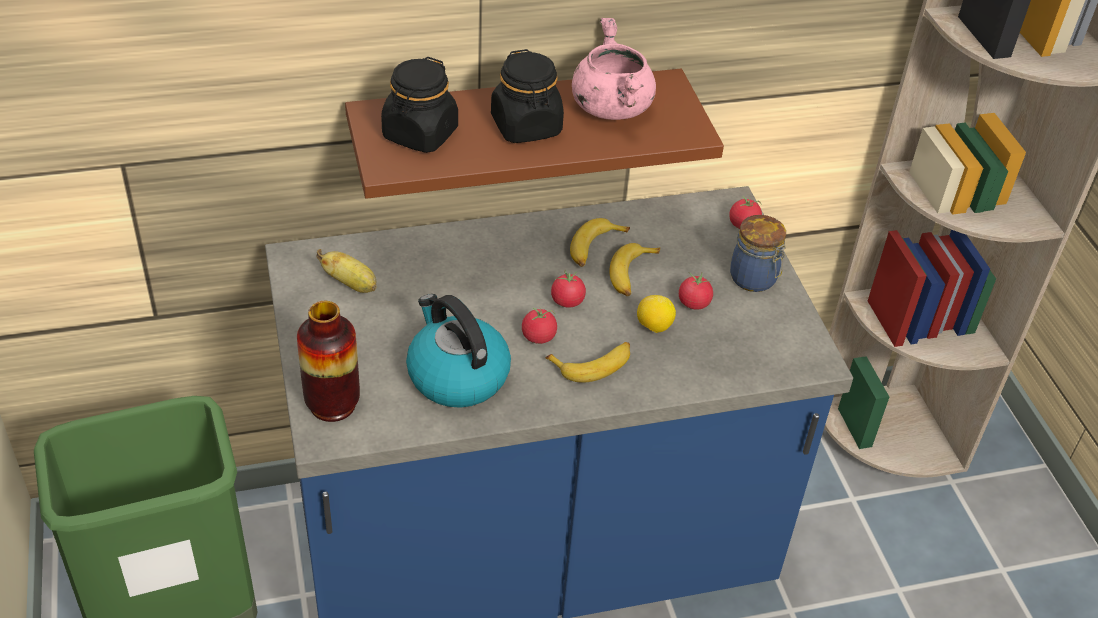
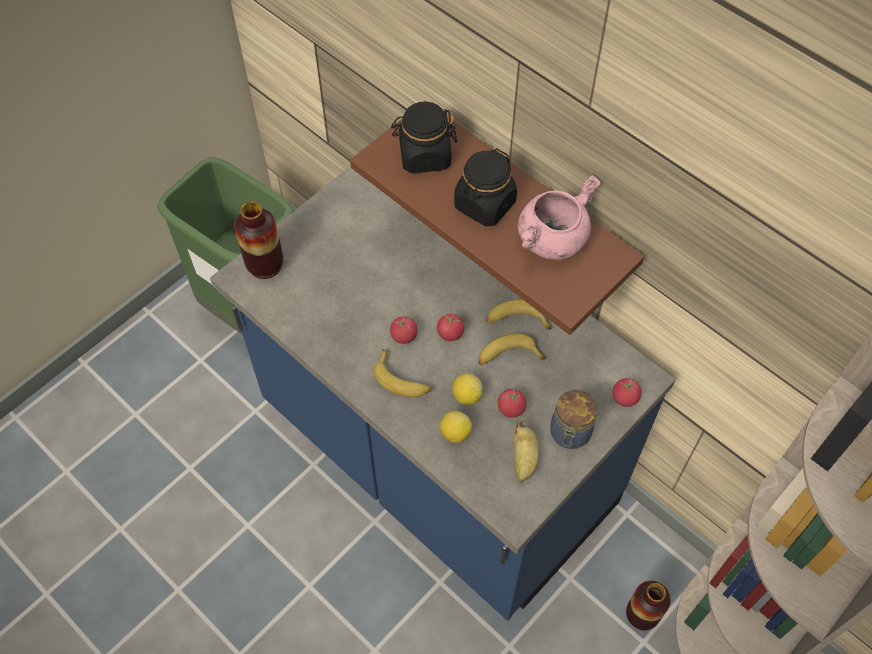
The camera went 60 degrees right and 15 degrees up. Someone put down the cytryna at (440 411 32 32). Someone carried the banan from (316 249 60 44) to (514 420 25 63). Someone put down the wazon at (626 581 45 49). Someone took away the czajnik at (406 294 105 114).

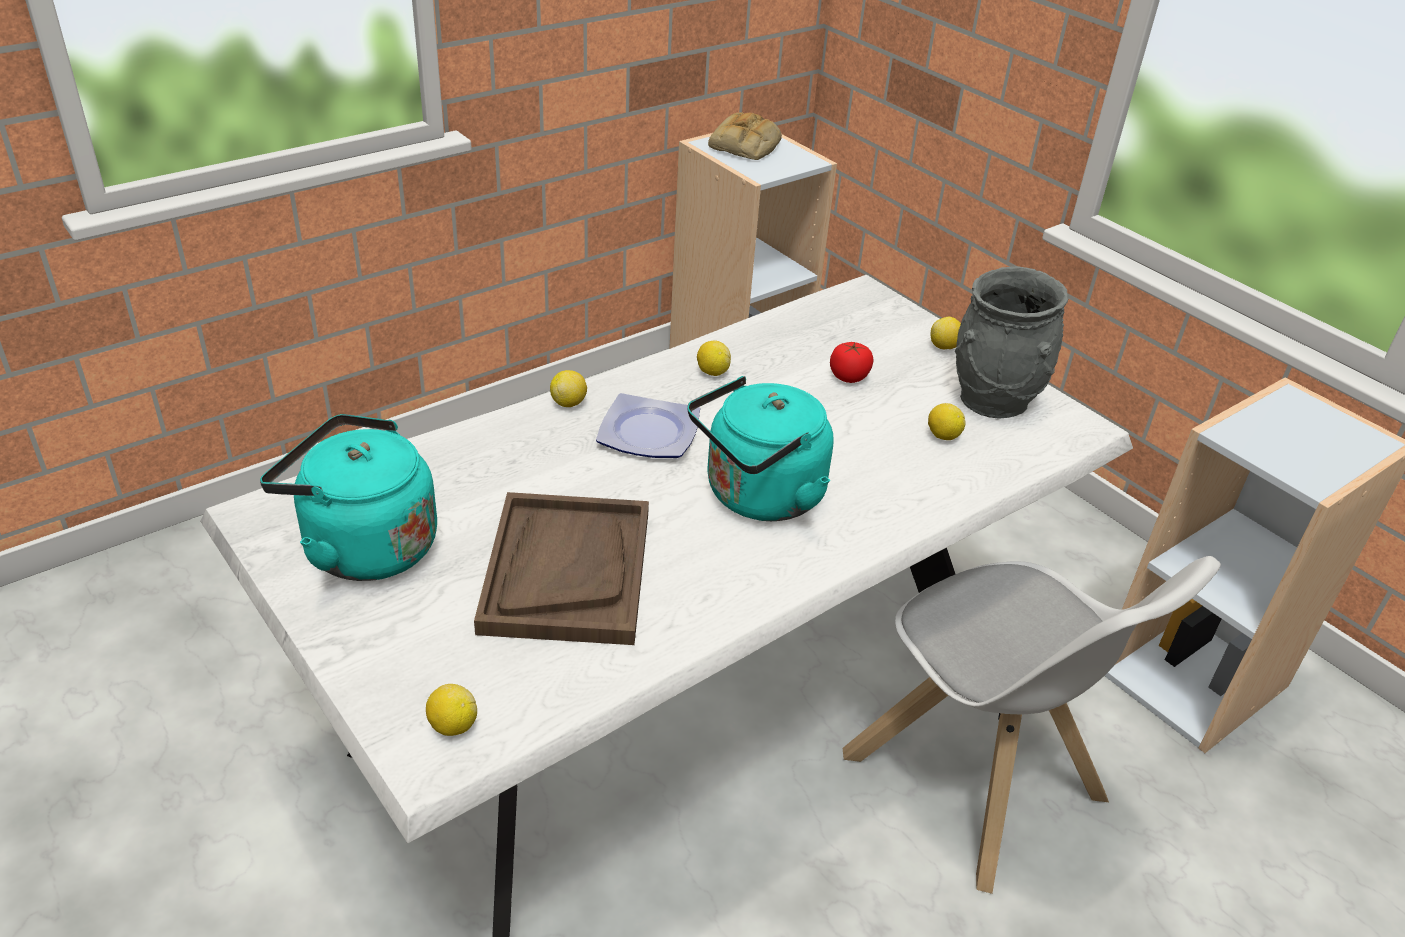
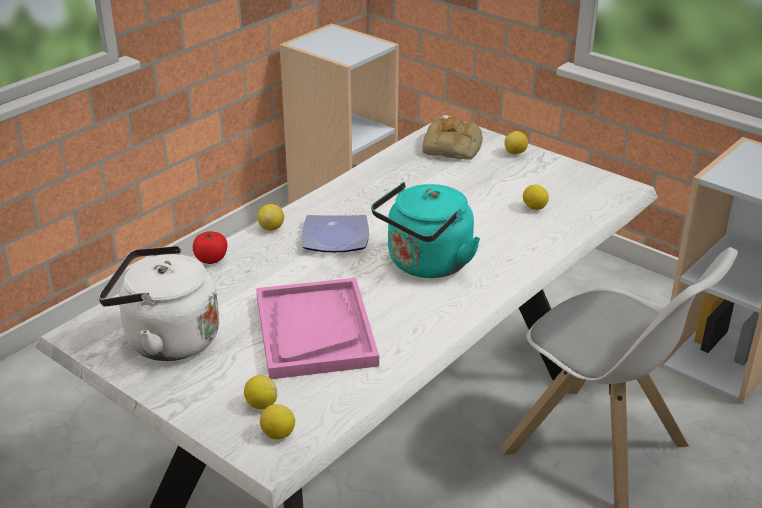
The camera went 10 degrees left and 5 degrees down. Someone repainted the czajnik/turkusowy at (260 414 177 167), which became the czajnik/biały at (99 246 120 115). Someone carried the pomidor from (830 342 43 41) to (193 231 34 33). Someone carried the cytryna from (697 341 34 35) to (244 375 33 34). Someone repainted the taca/brązowy at (474 492 175 153), which became the taca/różowy at (256 278 123 101). Someone carried the chleb from (708 112 74 48) to (423 117 60 43). Someone took away the wazon/szary at (955 266 114 152).

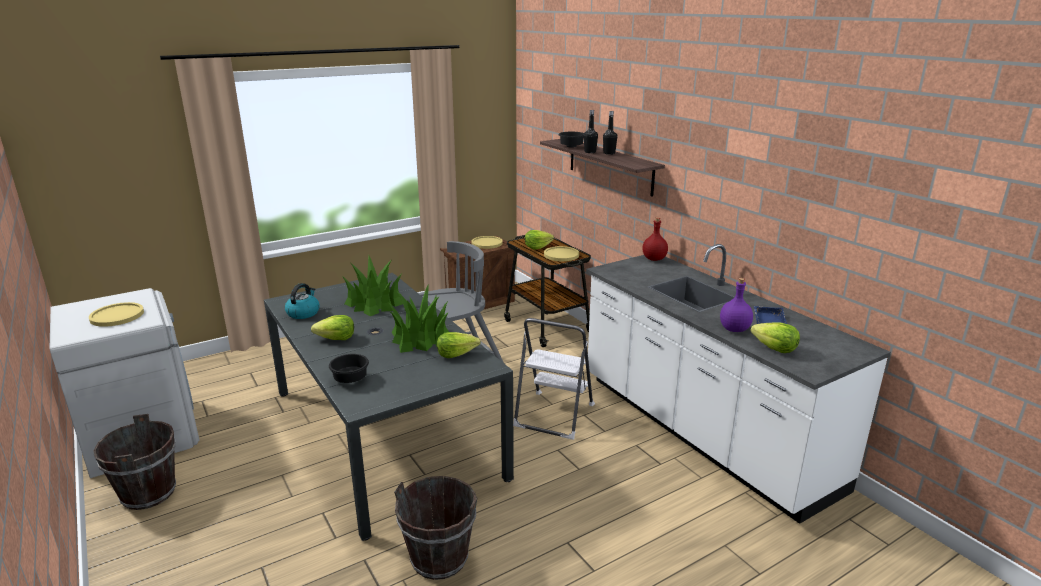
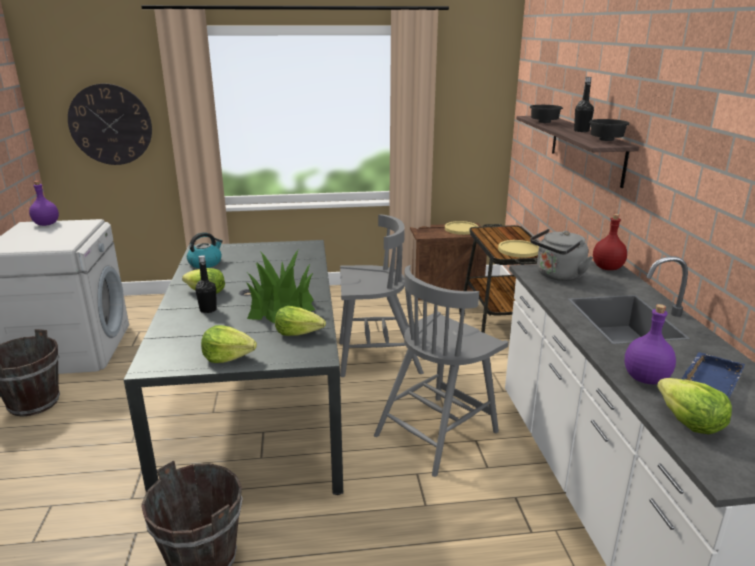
The camera went 25 degrees right and 0 degrees up. Someone put down the butelka/fioletowy at (29 181 30 45). Someone put up the zegar ścienny at (68 84 84 81). Someone carried the butelka/czarny from (584 110 14 43) to (195 255 22 58). Someone carried the sałata from (525 230 29 19) to (201 325 56 38). Someone swapped the drabinka/biały at (513 318 82 122) for the krzesło/szary at (374 265 135 212). Someone put down the czajnik/szary at (530 229 63 52). Someone carried the miska/czarny from (329 354 40 29) to (589 119 40 22). Someone took away the talerz/żółty at (89 302 55 25). Someone took away the roślina doniczkowa at (342 256 61 60).

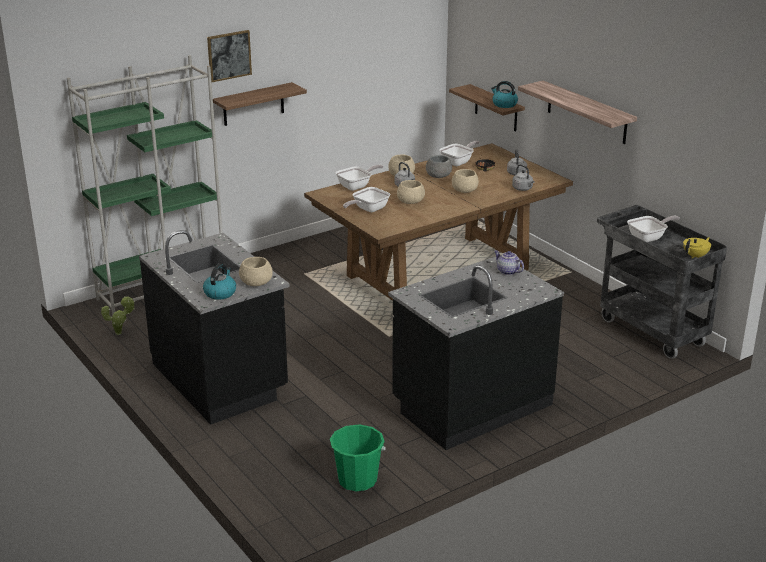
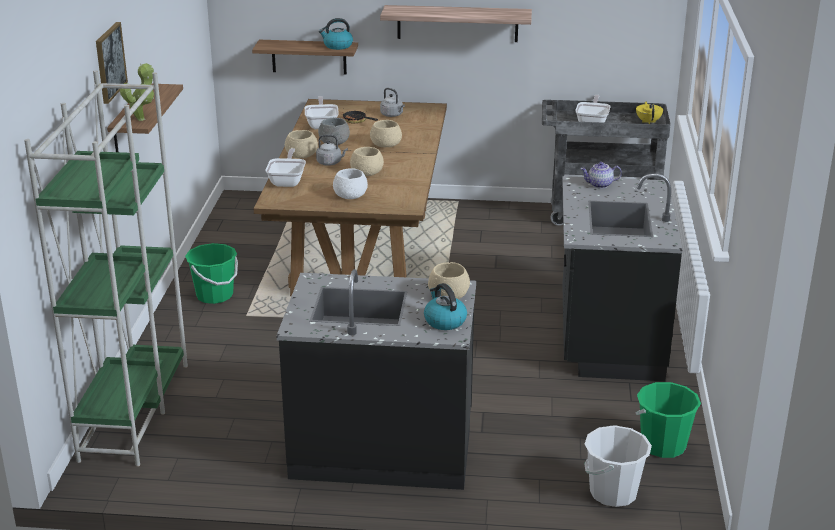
The camera went 50 degrees left and 0 degrees up. Someone carried the roślina doniczkowa from (101 296 34 39) to (120 63 34 58). Someone put down the wiadro/zielony at (185 243 53 61). Someone swapped the patelnia at (343 187 47 25) for the miska/biały at (333 168 35 31). Someone put down the wiadro/biały at (584 425 68 82). Someone took away the czajnik/szary at (512 164 23 27).

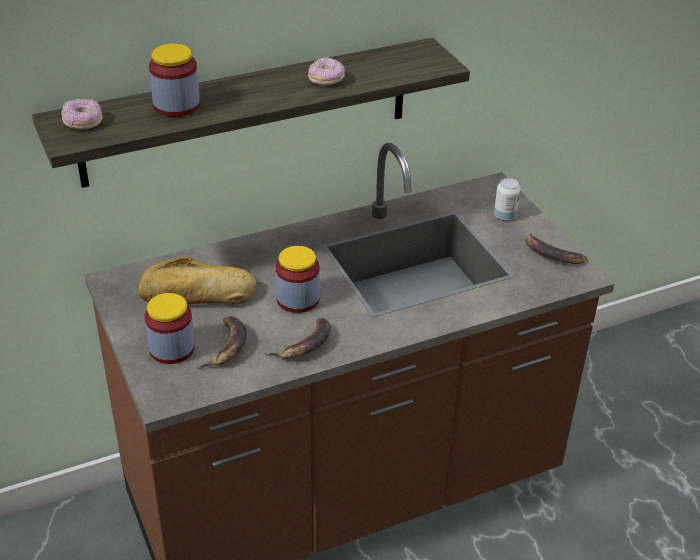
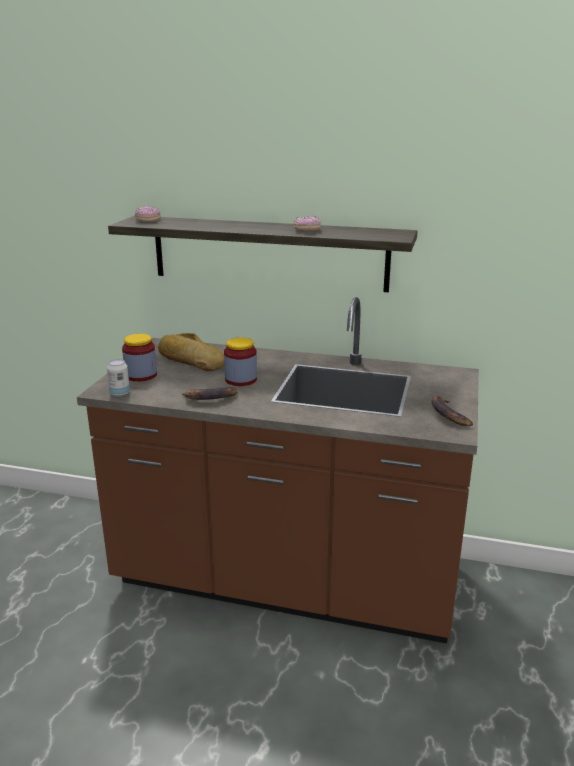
The camera went 40 degrees right and 15 degrees down. Someone carried the puszka from (494 178 26 43) to (107 359 23 38). Someone took away the słoik at (149 43 51 74). Someone took away the banan at (197 316 50 53).

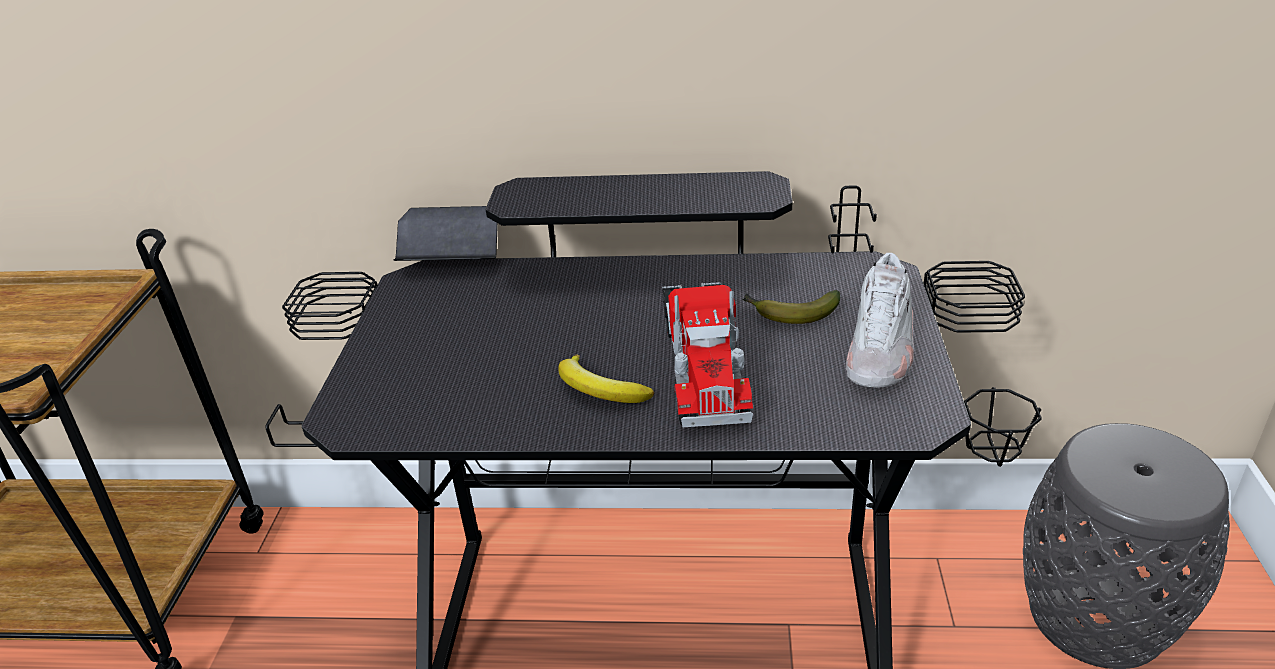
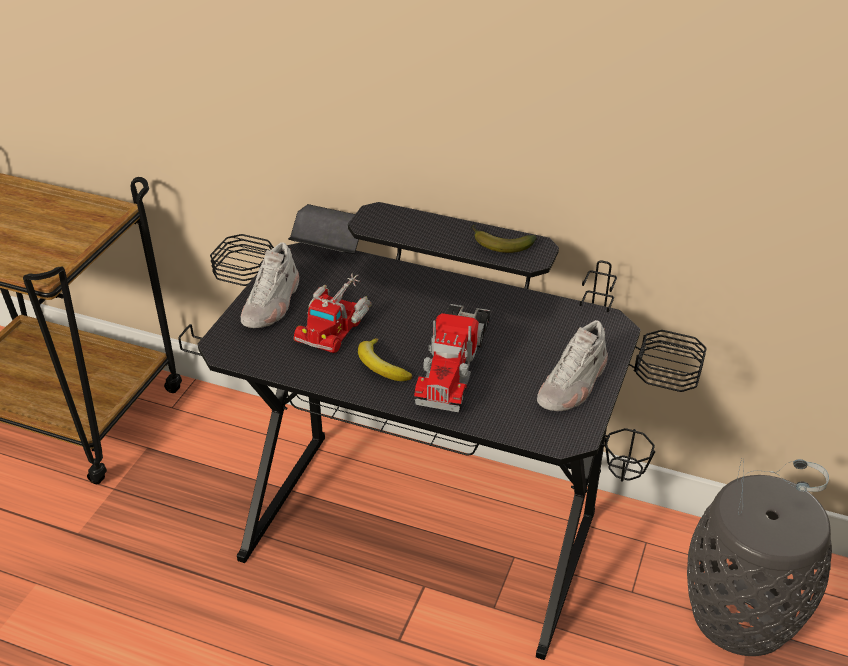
The camera went 15 degrees right and 5 degrees up. Someone put down the but/biały at (241 242 58 86). Someone put down the ciężarówka zabawkowa at (294 273 78 80). Someone carried the banan from (742 290 98 34) to (470 224 67 29). Someone put down the słuchawki at (737 457 92 58).

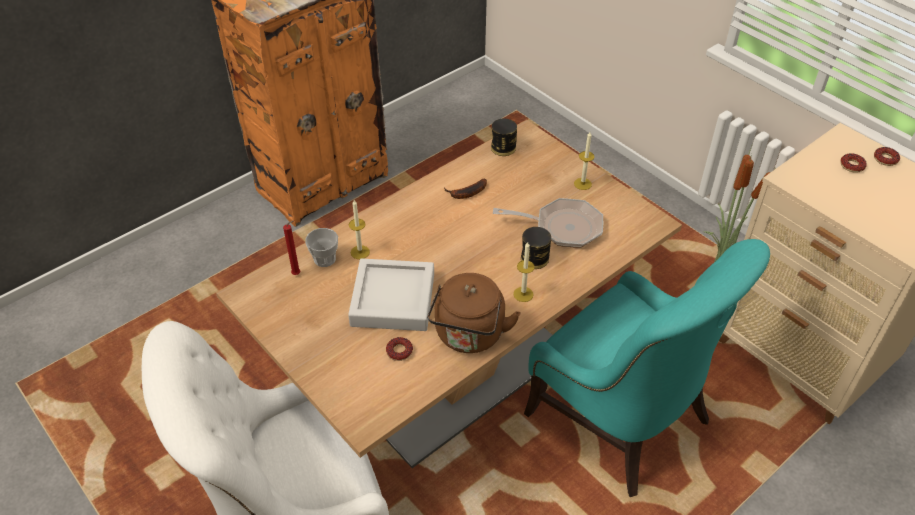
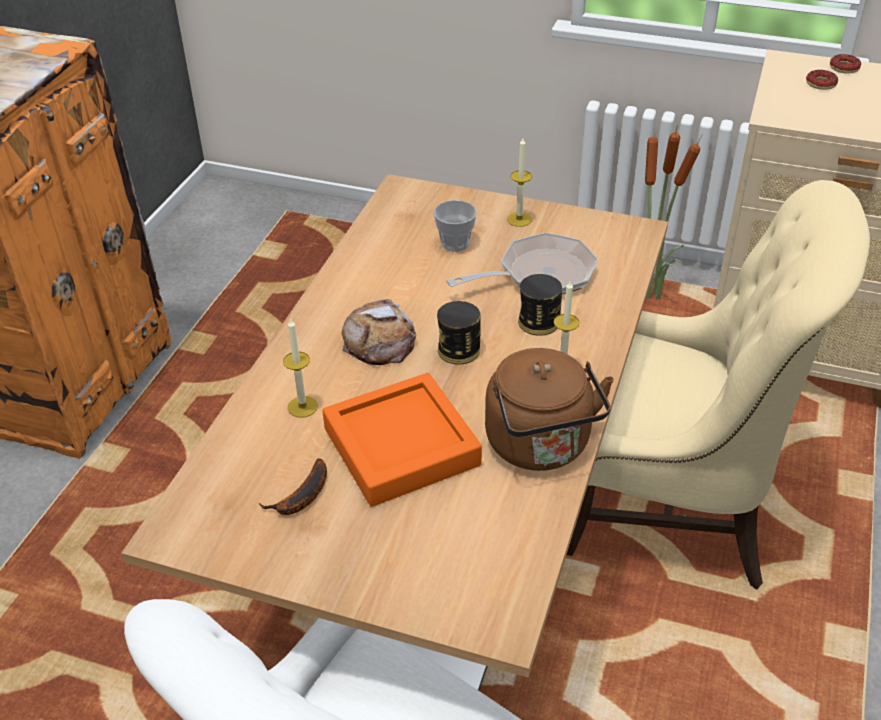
The camera went 30 degrees left and 5 degrees down. Someone carried the banan from (444 178 43 21) to (258 458 69 57). Someone repainted the taca/szary at (348 258 86 73), which became the taca/pomarańczowy at (322 373 160 134). Someone put down the chleb at (342 299 74 66). Someone carried the filiżanka from (305 228 33 39) to (433 200 44 52). Someone carried the puszka from (491 119 26 37) to (437 301 43 64). Someone repainted the krzesło/turkusowy at (524 239 246 258), which became the krzesło/beżowy at (567 180 303 410). Someone took away the świeca/czerwony at (283 220 17 55). Someone took away the donut at (386 337 27 24).

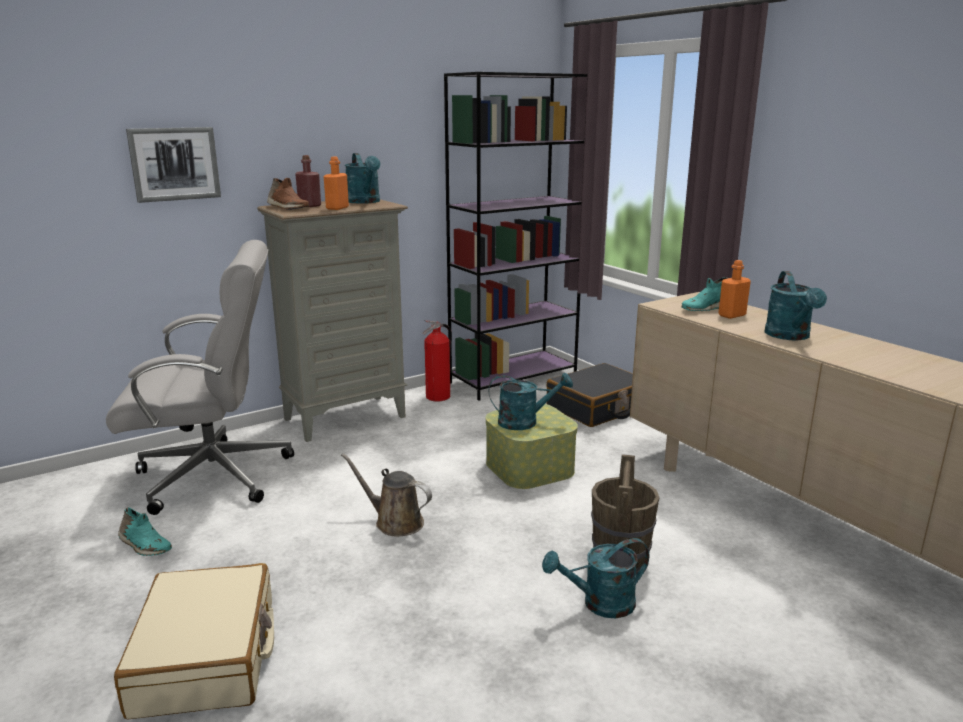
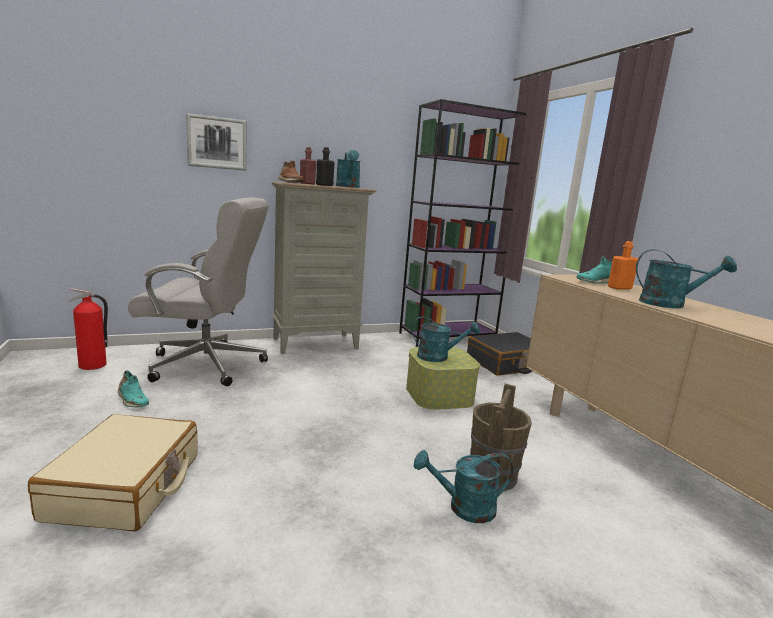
The camera went 10 degrees right and 5 degrees down. Someone carried the gaśnica from (422 320 30 82) to (69 288 39 82). Someone repainted the butelka/pomarańczowy at (324 157 25 53), which became the butelka/czarny at (316 147 19 39). Someone rotated the konewka/turkusowy at (764 271 63 69) by 90 degrees counterclockwise. Someone took away the konewka/brązowy at (341 453 91 83).

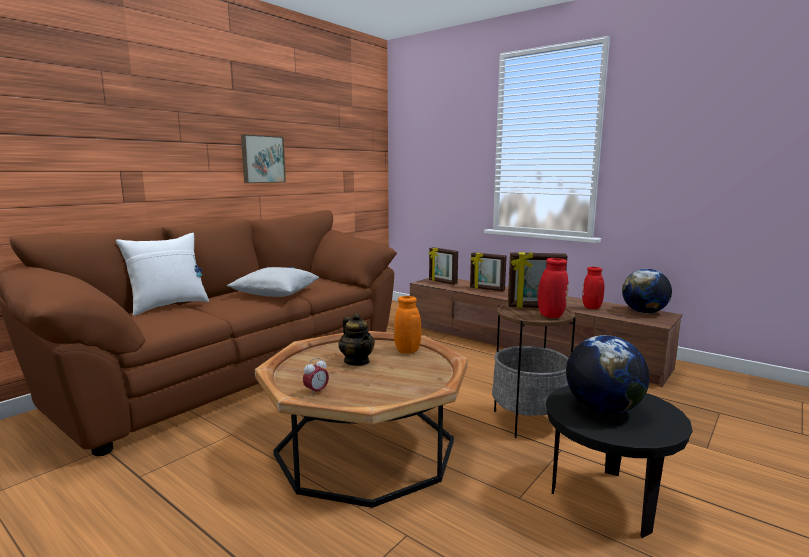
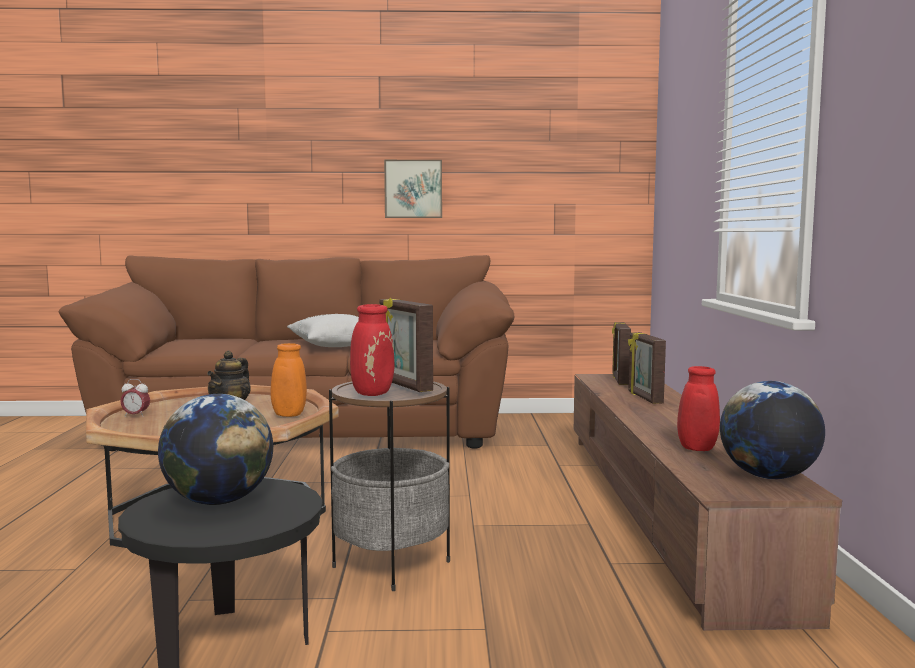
The camera went 50 degrees right and 5 degrees down. Someone took away the poduszka/biały at (116 233 93 83).

